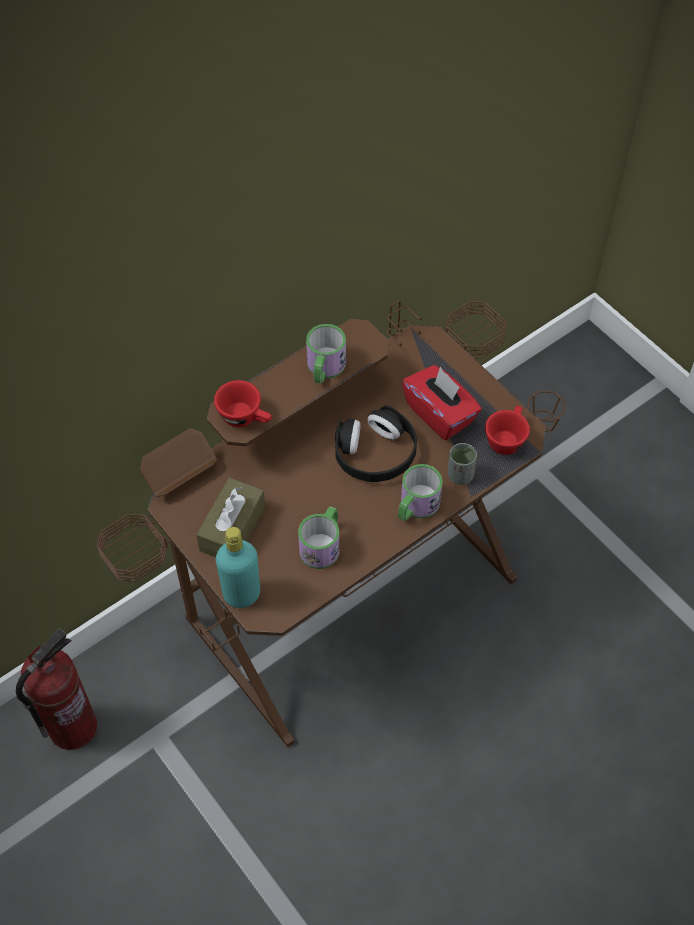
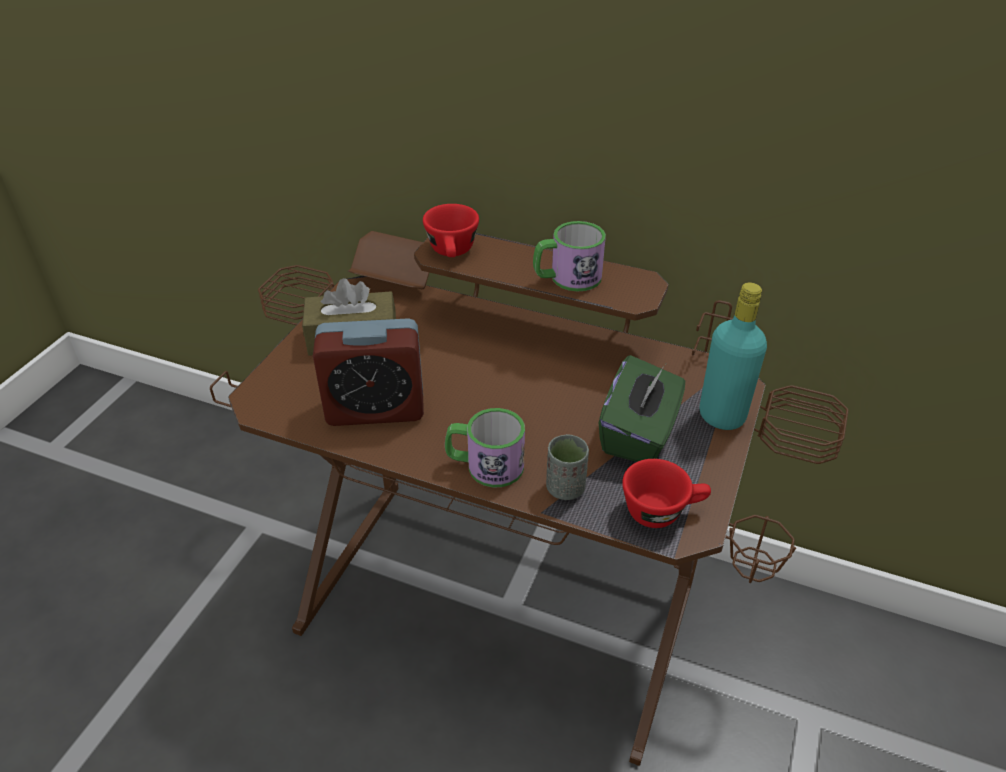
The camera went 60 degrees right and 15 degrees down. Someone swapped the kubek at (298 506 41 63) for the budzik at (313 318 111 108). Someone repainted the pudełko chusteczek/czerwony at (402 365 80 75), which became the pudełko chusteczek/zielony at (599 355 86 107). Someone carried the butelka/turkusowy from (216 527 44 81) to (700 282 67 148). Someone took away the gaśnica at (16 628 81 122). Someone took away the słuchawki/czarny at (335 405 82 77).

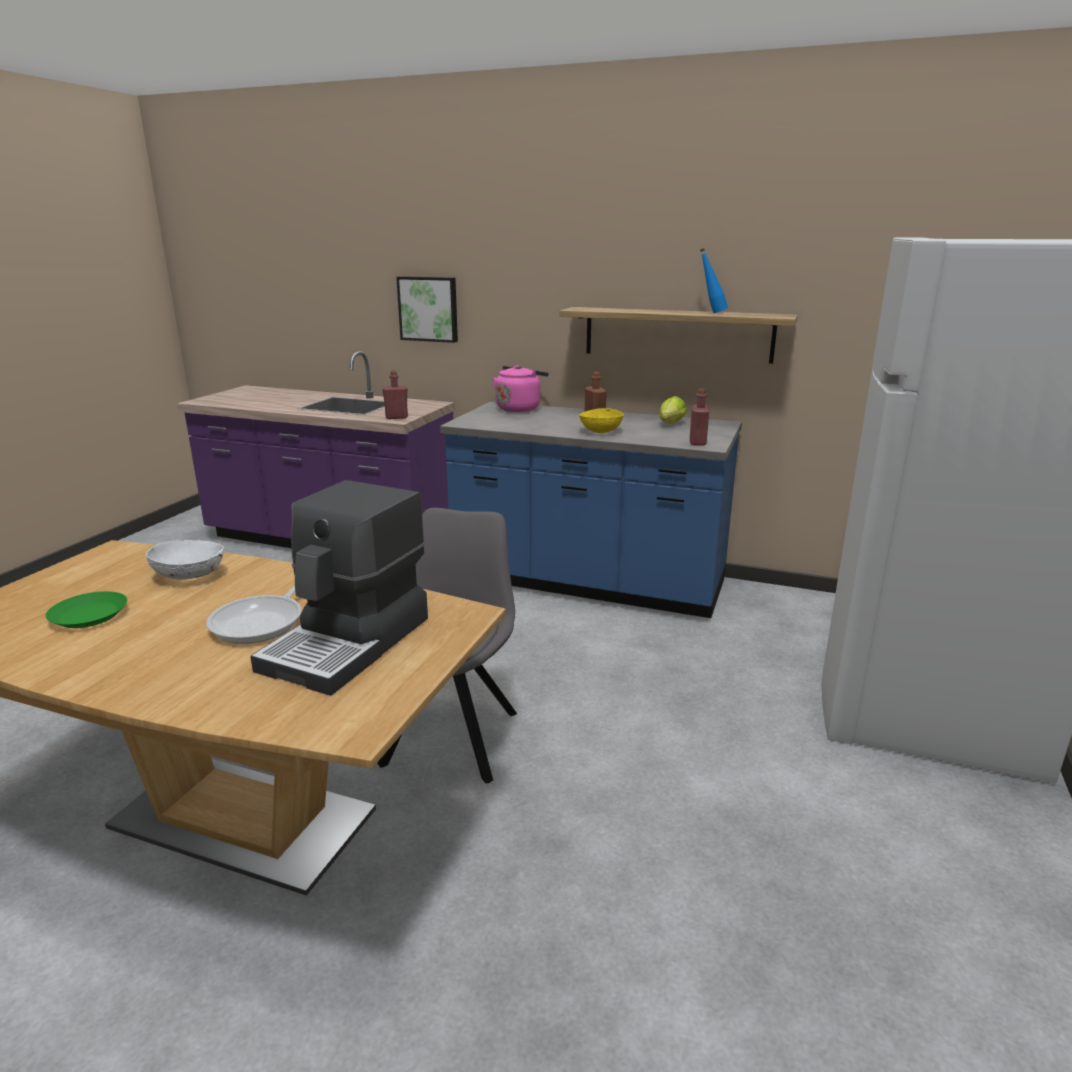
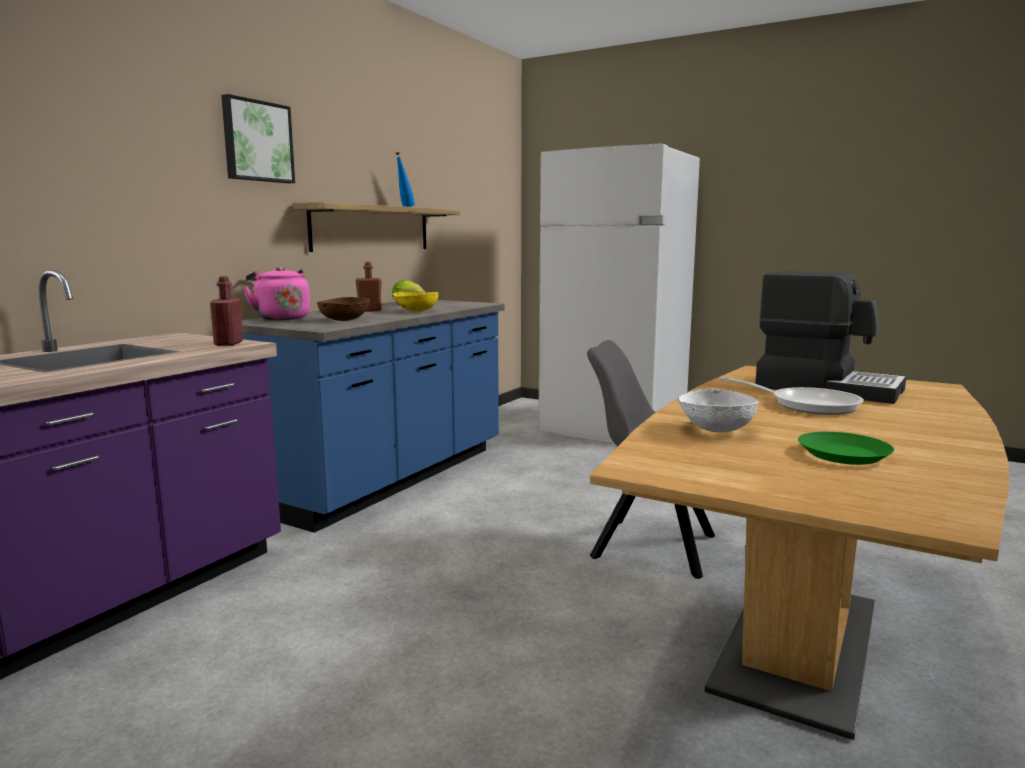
The camera went 80 degrees left and 10 degrees down. Someone carried the obraz from (396 276 62 67) to (221 94 74 89). Someone put down the miska/brązowy at (317 297 53 24). Someone took away the butelka/czerwony at (690 389 19 57).

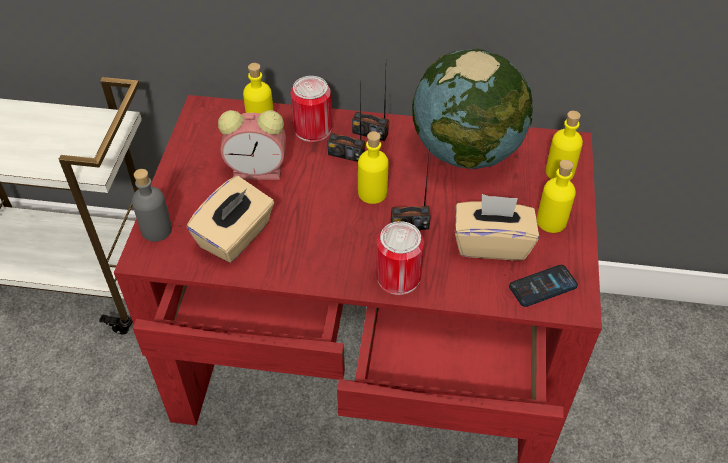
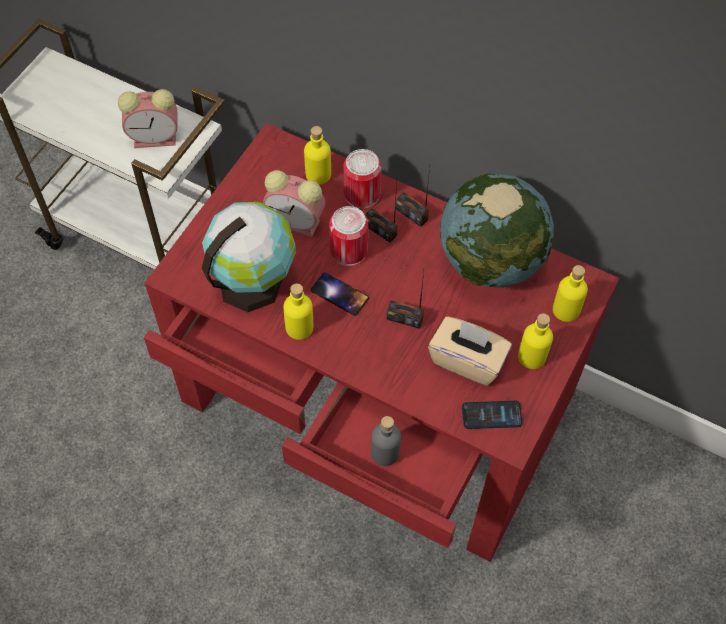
The camera went 20 degrees right and 10 degrees up. Someone put down the budzik at (118 89 60 59). Someone swapped the pudełko chusteczek/beżowy at (187 176 87 87) for the globus at (202 202 94 110). Someone carried the butelka/żółty from (358 131 31 73) to (283 284 30 56). Someone put down the telefon at (311 272 58 44). Someone carried the puszka from (376 221 48 74) to (329 206 39 60). Someone carried the butelka/szary from (132 169 40 73) to (371 416 30 50).

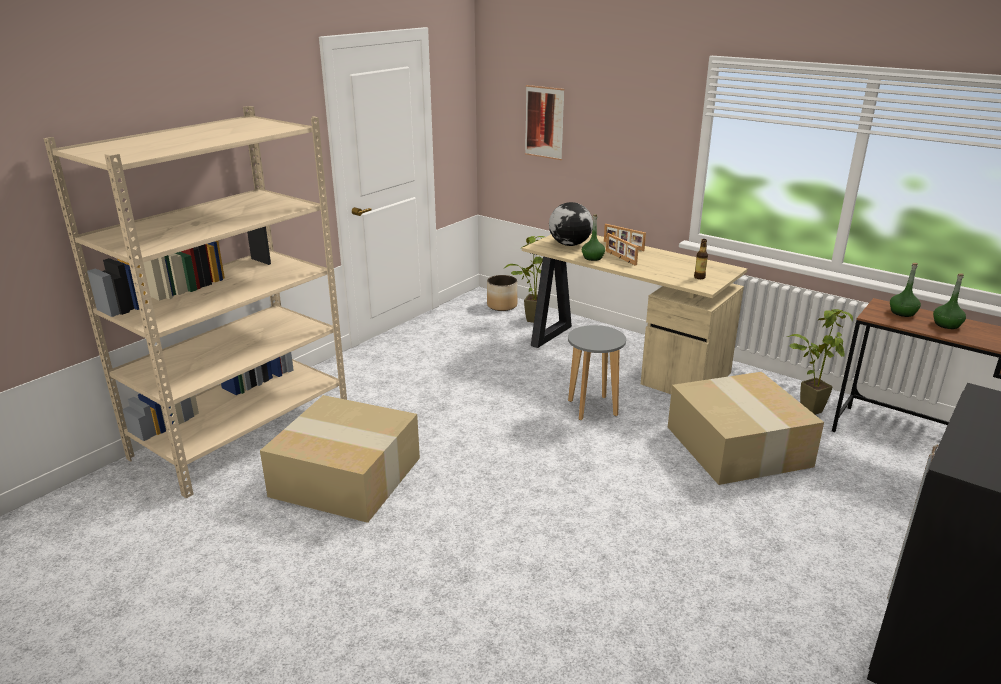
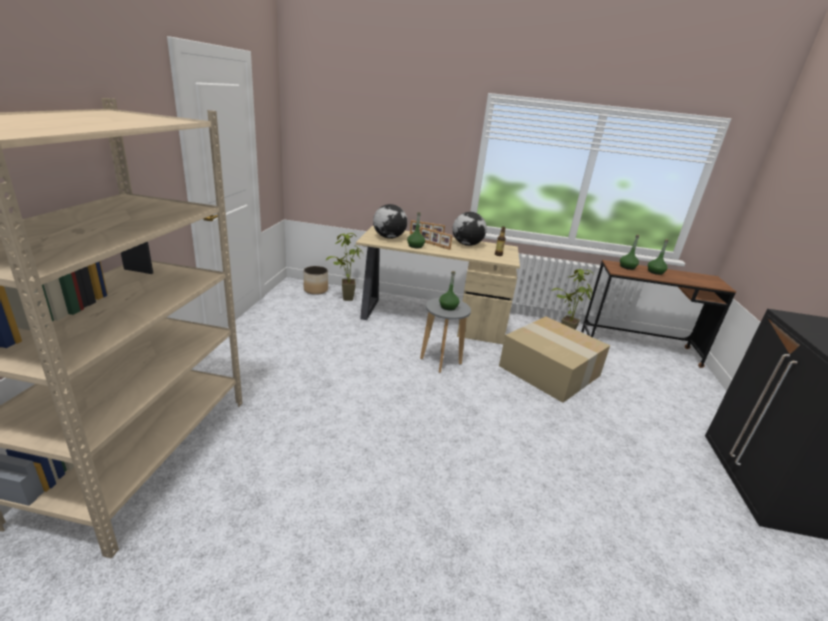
The camera went 30 degrees left and 0 degrees up. Someone put down the butelka/zielony at (439 271 21 40). Someone put down the globus at (453 212 34 34). Someone took away the karton at (260 395 160 128). Someone took away the obraz at (525 85 40 75).

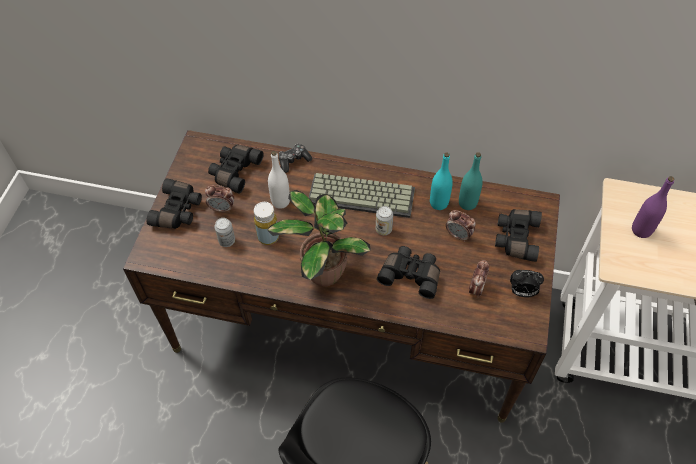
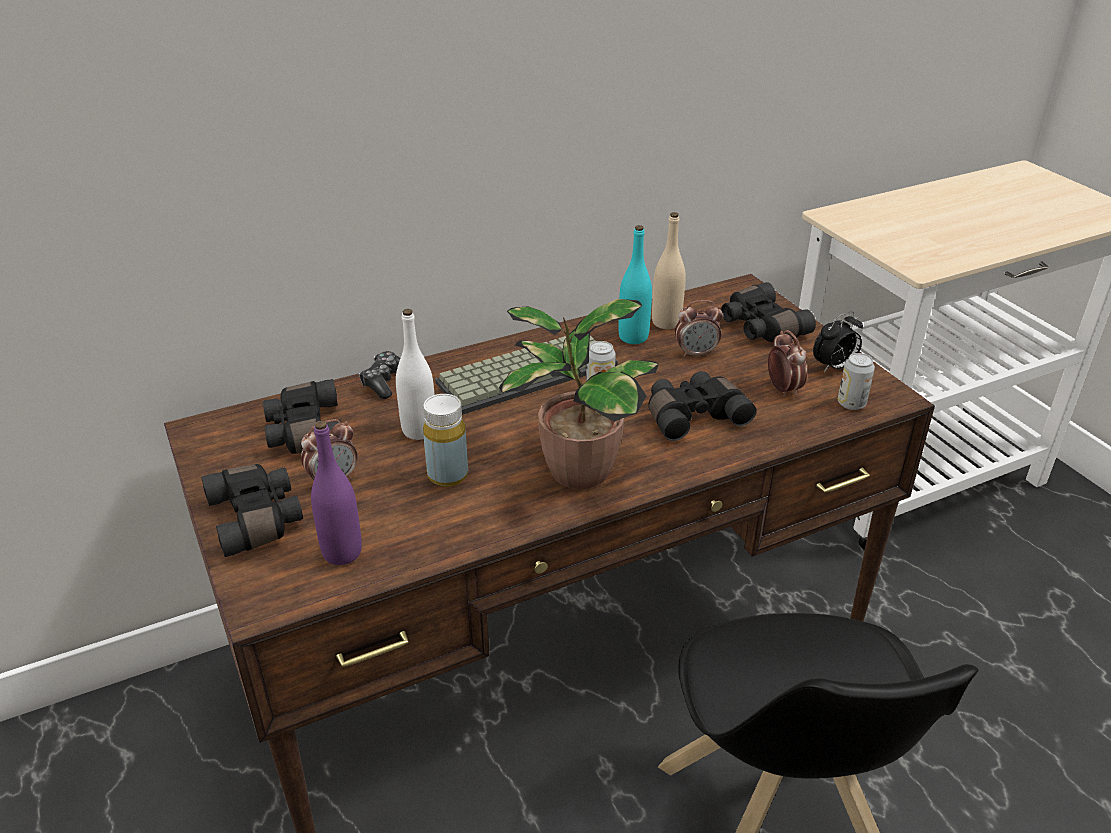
The camera went 40 degrees left and 20 degrees down. Someone carried the butelka/fioletowy from (632 176 42 62) to (311 421 51 144). Someone repainted the butelka/turkusowy at (459 152 24 58), which became the butelka/beżowy at (652 212 34 117). Someone carried the puszka from (214 218 21 29) to (838 353 37 57).

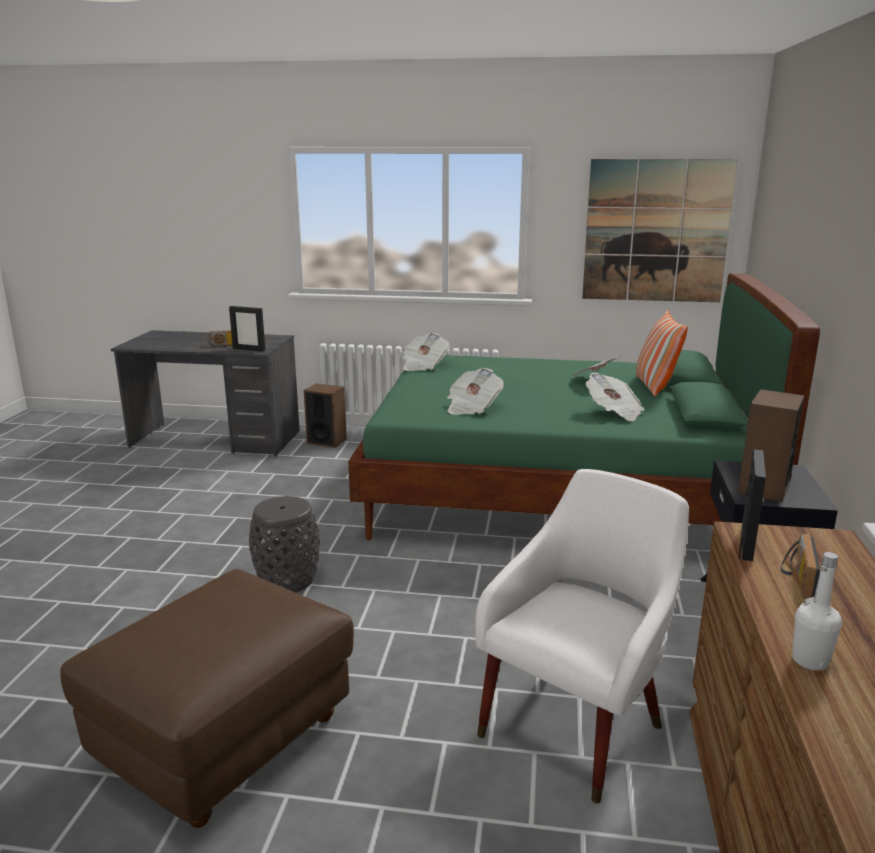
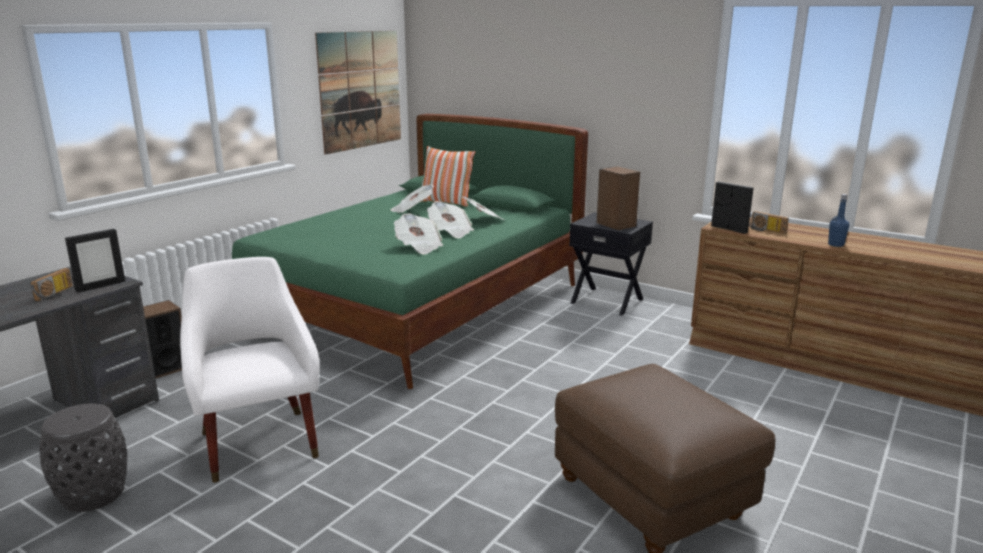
The camera went 65 degrees left and 0 degrees up. Someone carried the stołek/szary from (249 496 71 97) to (40 404 87 108). Someone carried the fotel/biały from (475 469 214 334) to (180 257 139 226). Someone carried the gazeta from (402 333 48 38) to (427 201 47 37). Someone repainted the butelka/biały at (792 552 50 119), which became the butelka/niebieski at (828 194 21 53).

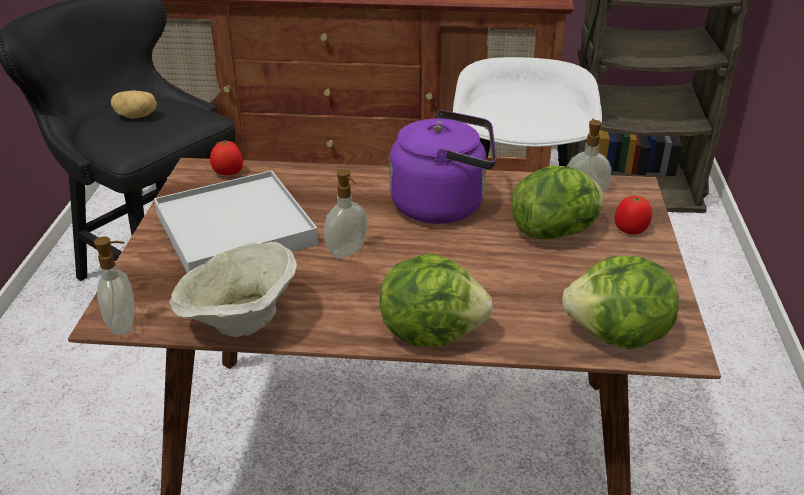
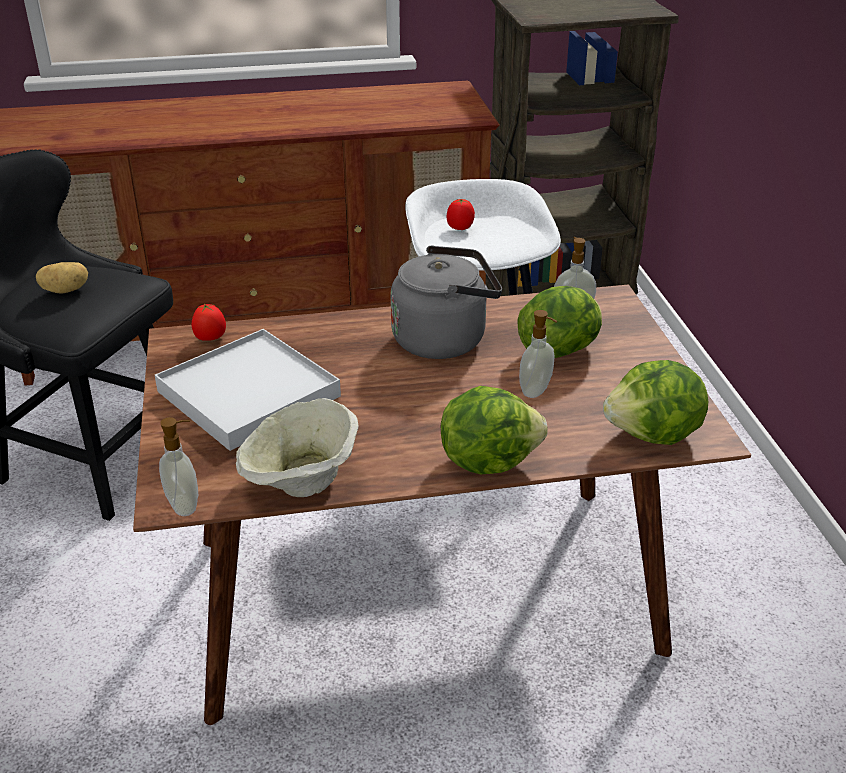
The camera went 15 degrees left and 0 degrees up. Someone repainted the czajnik/fioletowy at (390 110 106 114), which became the czajnik/szary at (390 245 112 114). Someone carried the pomidor from (615 195 37 40) to (447 199 28 31). Someone carried the dozownik mydła from (324 169 44 89) to (519 310 38 88).

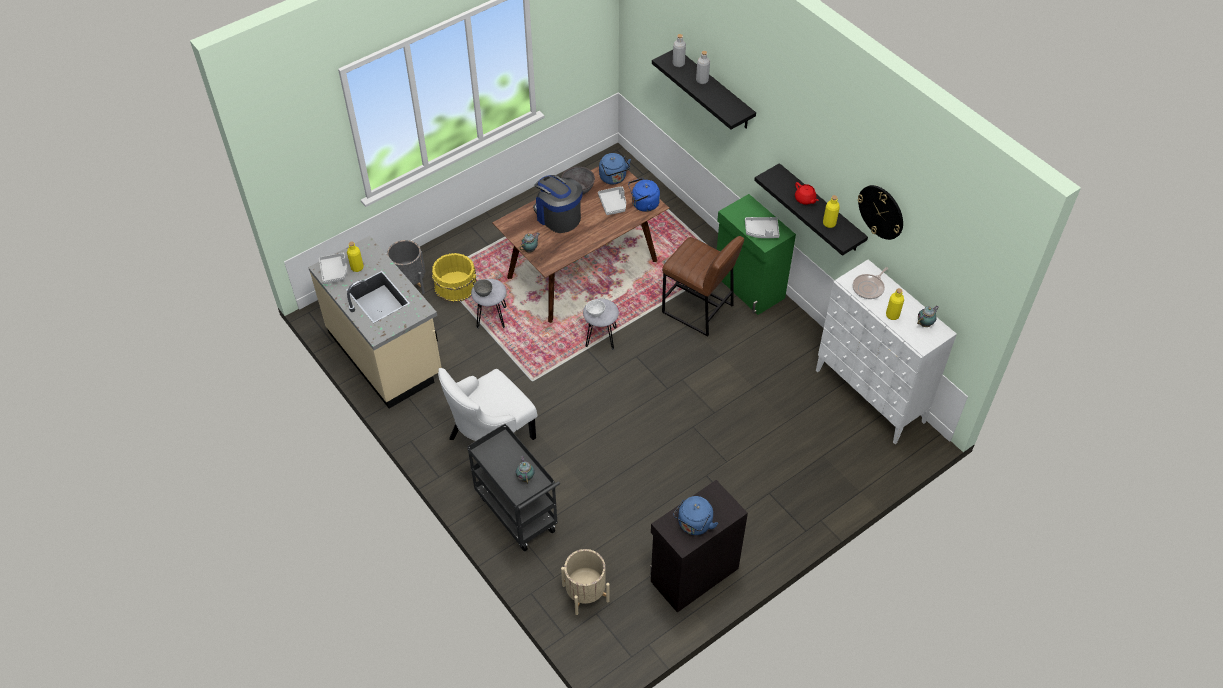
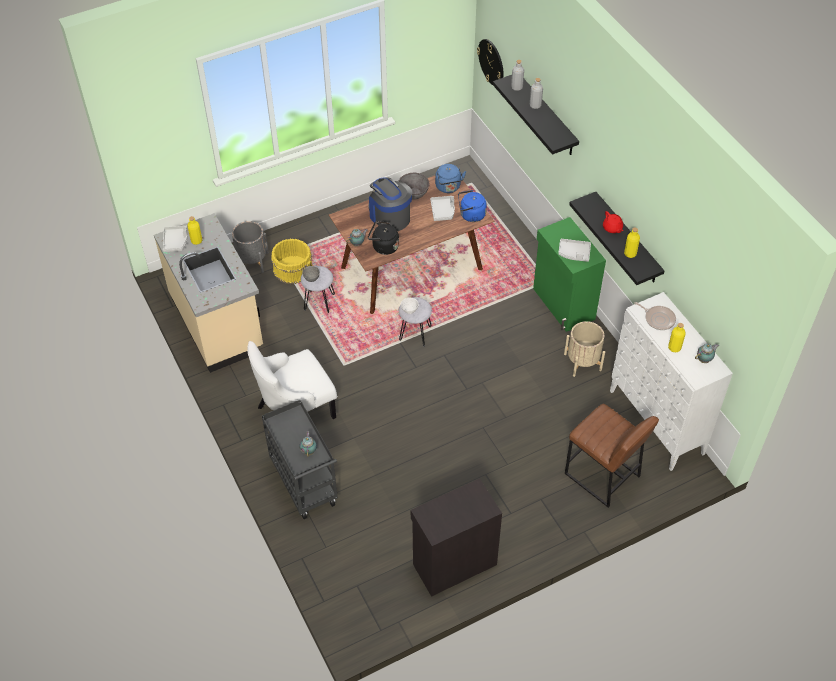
The camera went 10 degrees right and 0 degrees up. Someone put down the czajnik/czarny at (368 221 31 34). Someone carried the zegar ścienny from (857 185 46 55) to (477 39 26 46). Someone carried the donica/beżowy from (561 549 49 66) to (564 321 41 56). Someone carried the krzesło/brązowy from (662 236 82 100) to (565 404 94 104). Someone rotated the patelnia at (853 267 35 32) by 105 degrees counterclockwise. Someone took away the czajnik/niebieski at (673 496 45 39).

